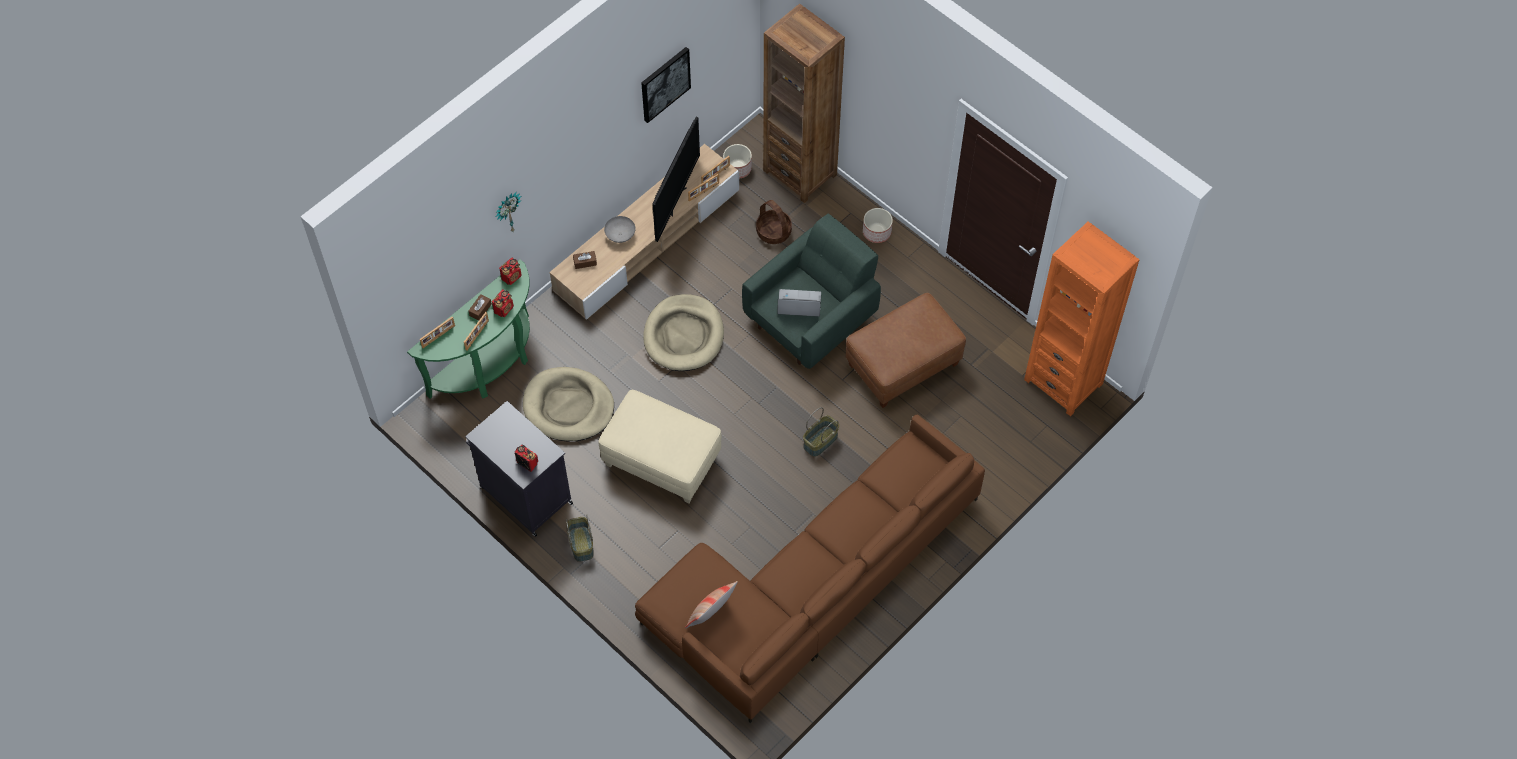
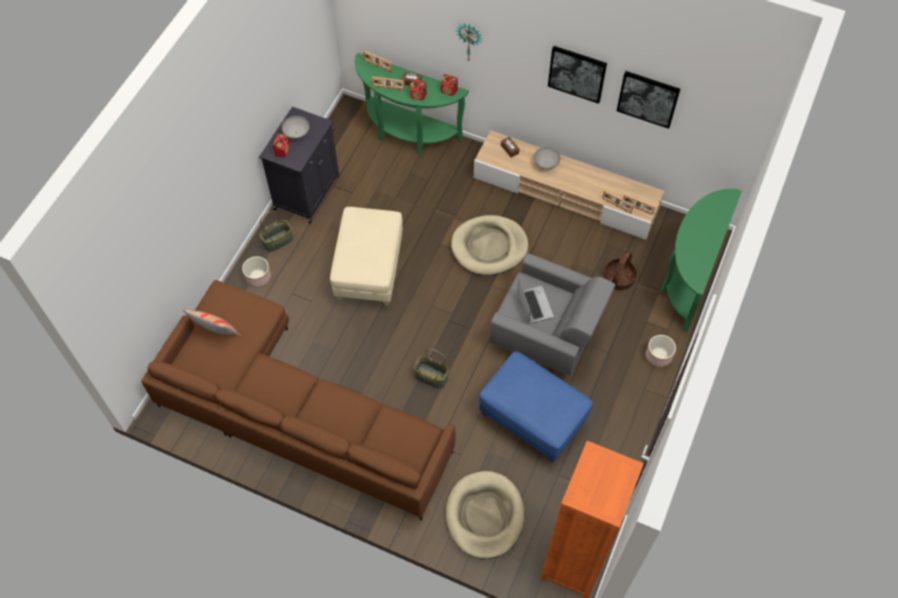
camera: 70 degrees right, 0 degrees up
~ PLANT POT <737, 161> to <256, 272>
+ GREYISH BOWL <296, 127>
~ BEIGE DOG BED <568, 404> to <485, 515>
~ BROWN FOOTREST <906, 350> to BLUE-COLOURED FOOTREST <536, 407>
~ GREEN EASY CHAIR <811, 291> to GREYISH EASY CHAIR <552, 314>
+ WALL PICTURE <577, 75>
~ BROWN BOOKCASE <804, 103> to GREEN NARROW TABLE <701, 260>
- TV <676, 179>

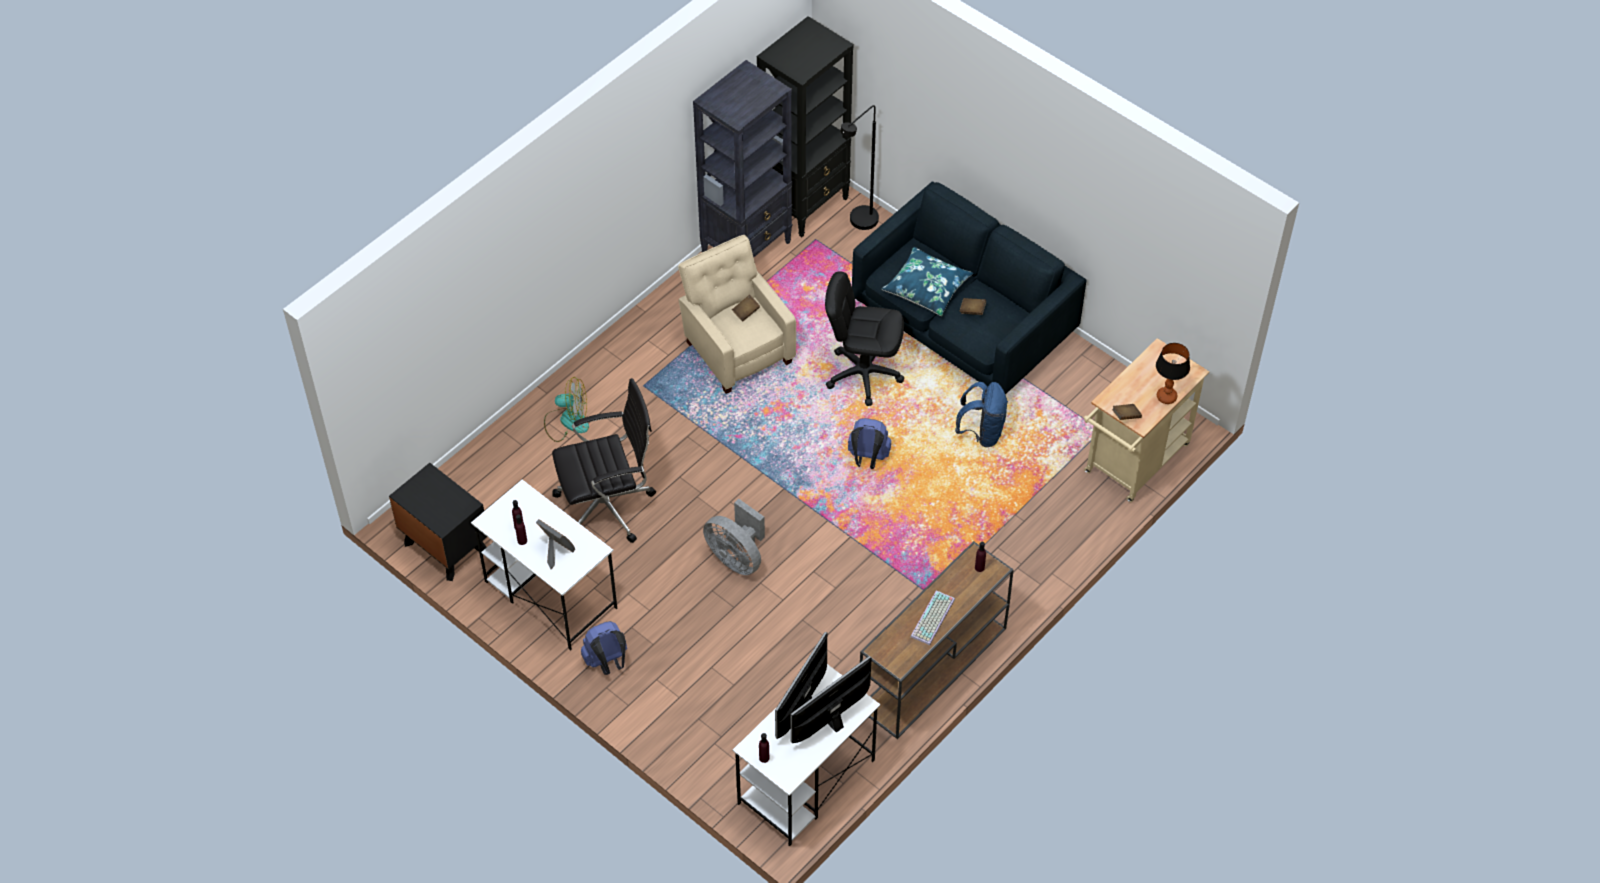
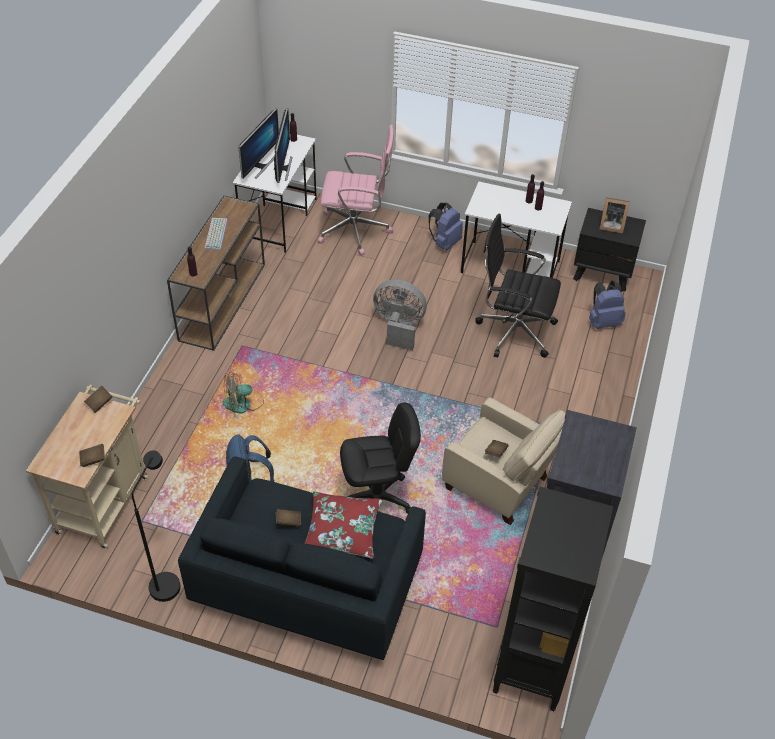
camera: 155 degrees right, 5 degrees down
+ BROWN VOLUME <92, 455>
~ BLACKISH FLOOR LAMP <859, 167> to <156, 526>
~ COOLING FAN <566, 409> to <243, 393>
~ BLUE-COLOURED CUSHION <927, 281> to RED-COLOURED CUSHION <343, 525>
+ PINK-COLOURED COMPUTER CHAIR <356, 190>
~ BLACKISH COMPUTER CHAIR <604, 460> = <518, 286> 60 degrees clockwise
~ BLUE-COLOURED RUCKSACK <869, 443> to <607, 304>
~ PHOTO FRAME <555, 544> to <614, 215>
- TABLE LAMP <1173, 373>

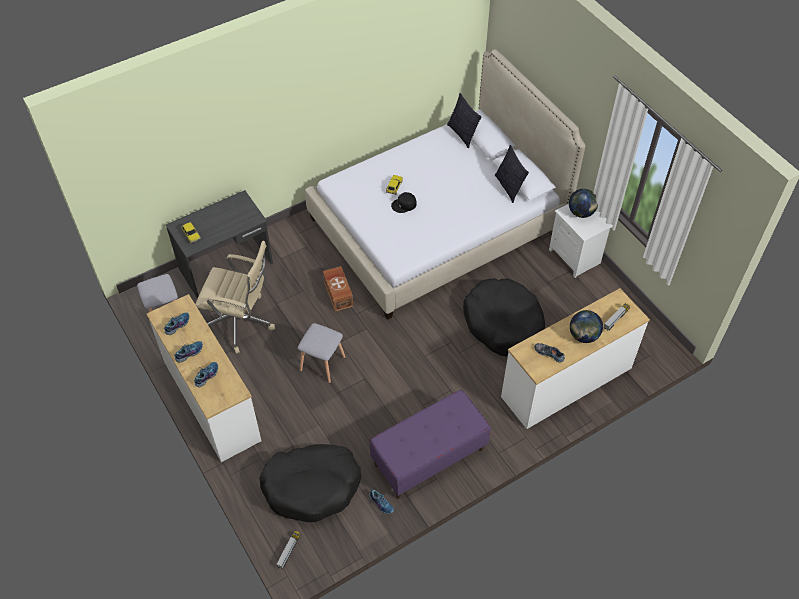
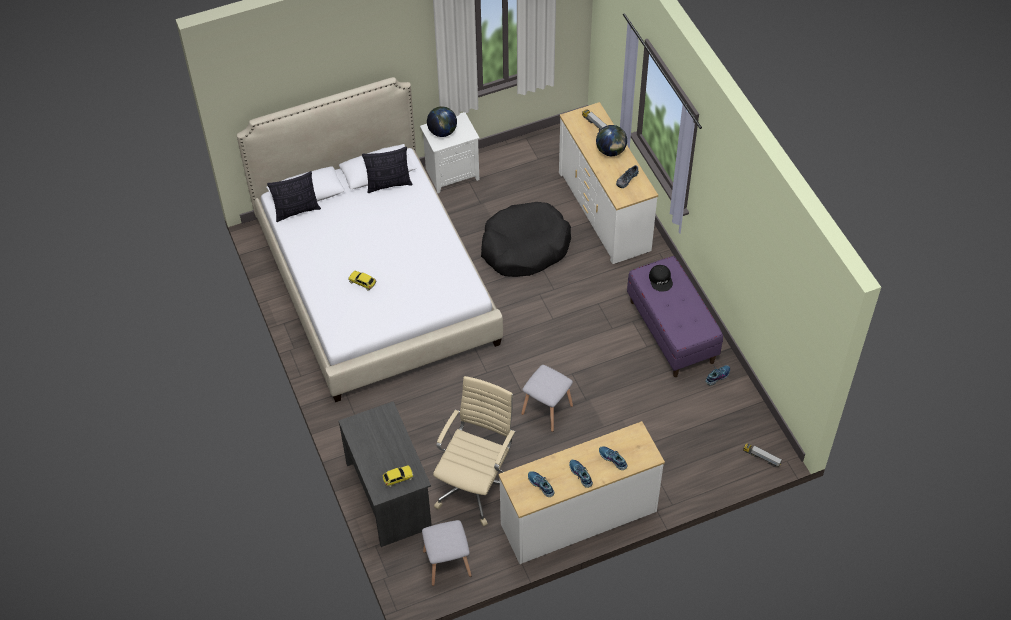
camera: 80 degrees left, 0 degrees up
~ BLACKISH PEAKED CAP <404, 202> to <661, 278>
- BLACKISH DOG BED <310, 483>
- BROWN STORAGE CONTAINER <338, 289>

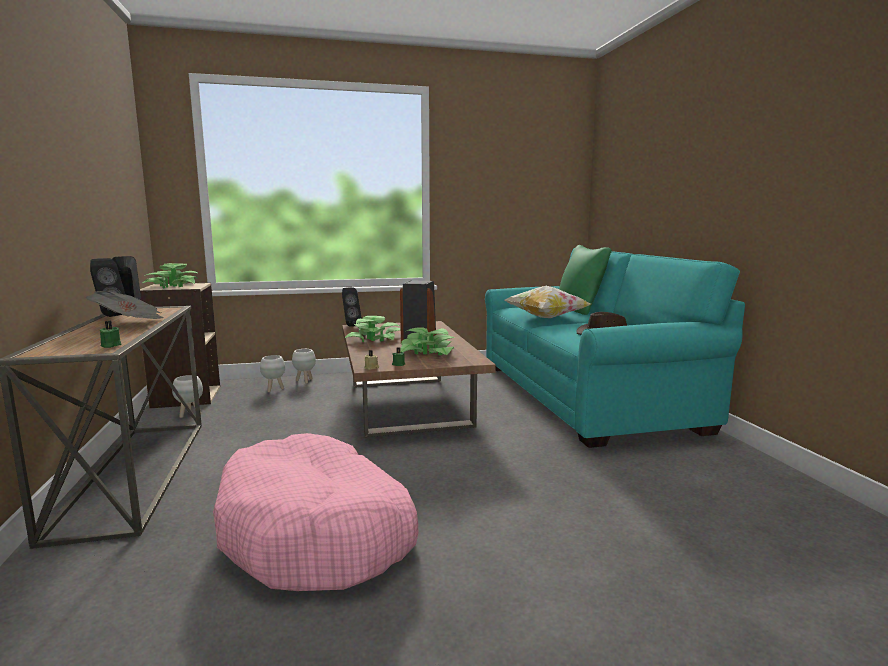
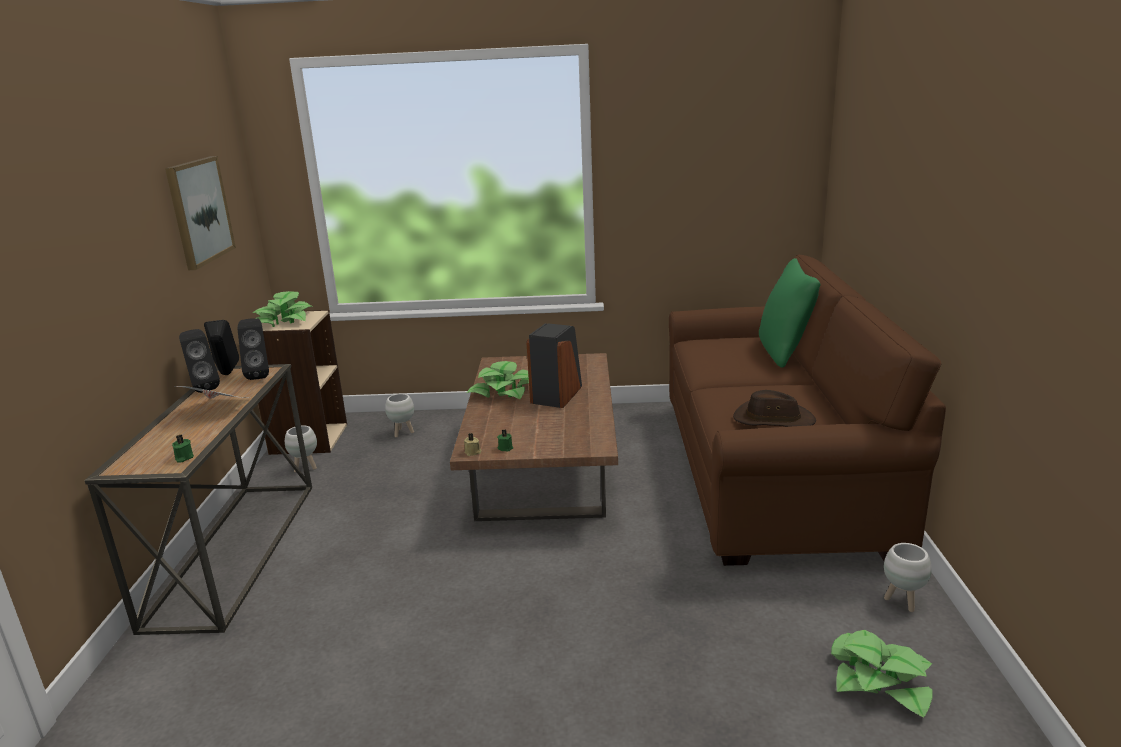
camera: 15 degrees right, 10 degrees up
+ WALL PICTURE <200, 213>
~ BLACKISH SPEAKER <352, 307> to <253, 349>
~ TURQUOISE COUCH <615, 348> to BROWN COUCH <807, 410>
~ POTTED PLANT <427, 341> to <882, 673>
~ WHITISH PLANT POT <304, 366> to <908, 577>
- PINK-COLOURED DOG BED <316, 512>
- CUSHION <547, 302>

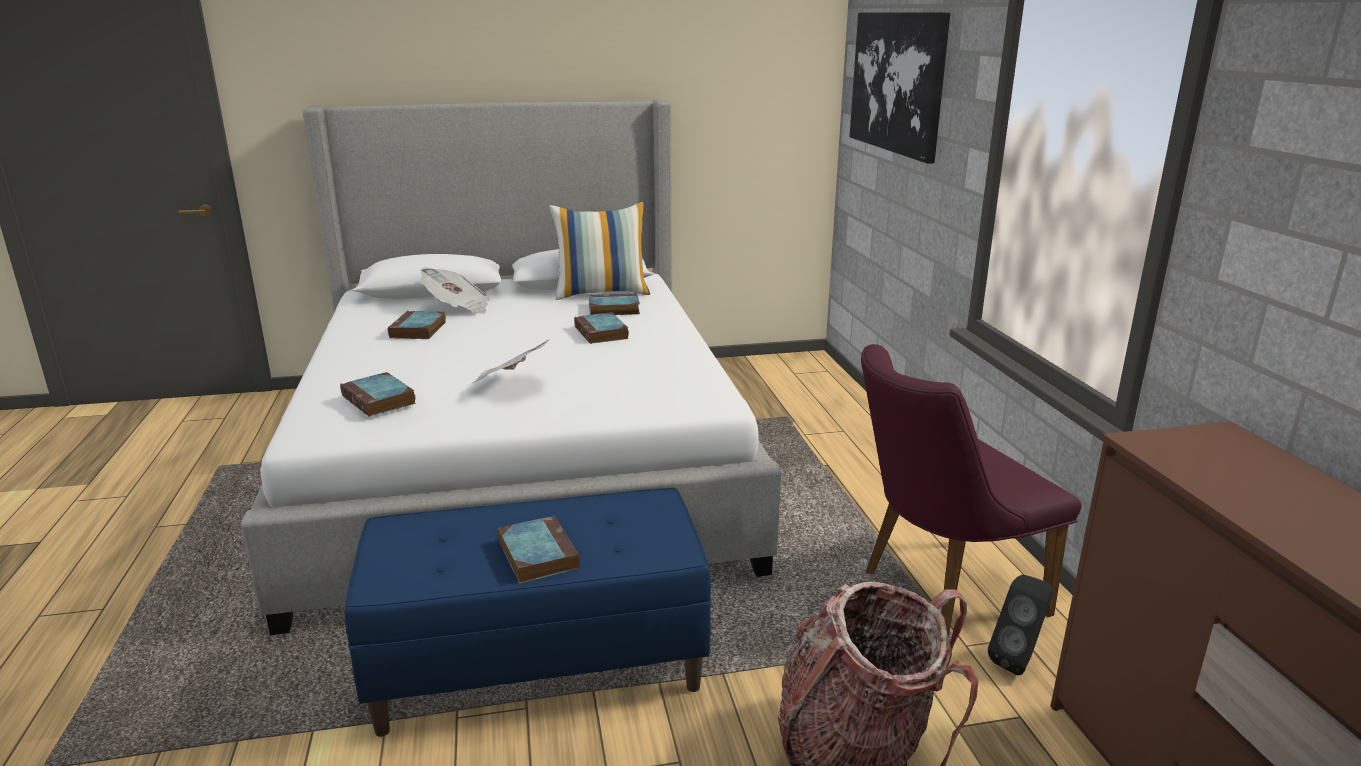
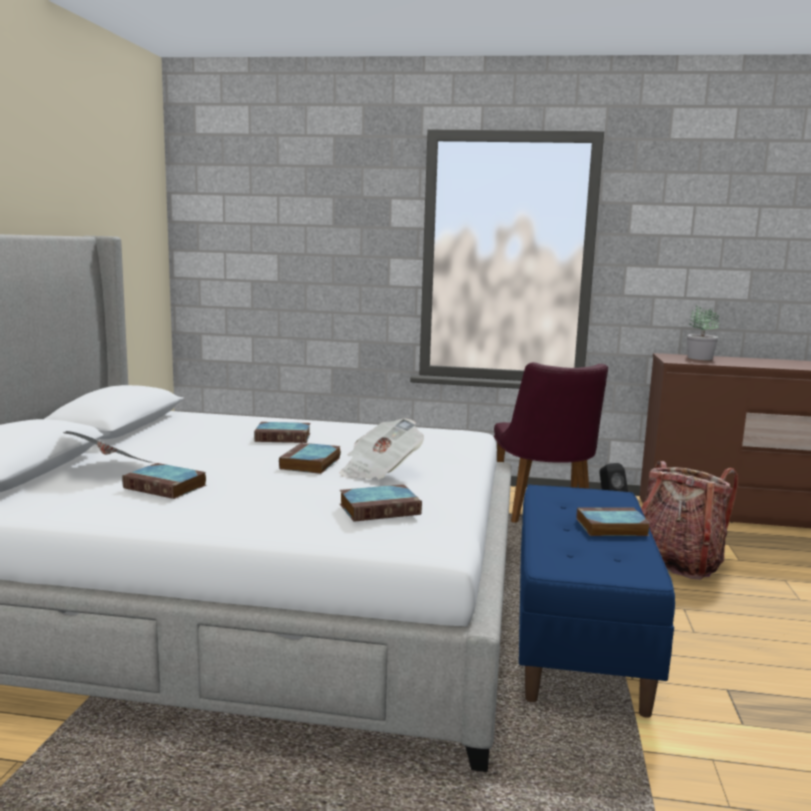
camera: 70 degrees left, 10 degrees down
~ VOLUME <614, 304> to <310, 458>
+ POTTED PLANT <703, 332>
- CUSHION <599, 251>
- WALL PICTURE <900, 88>

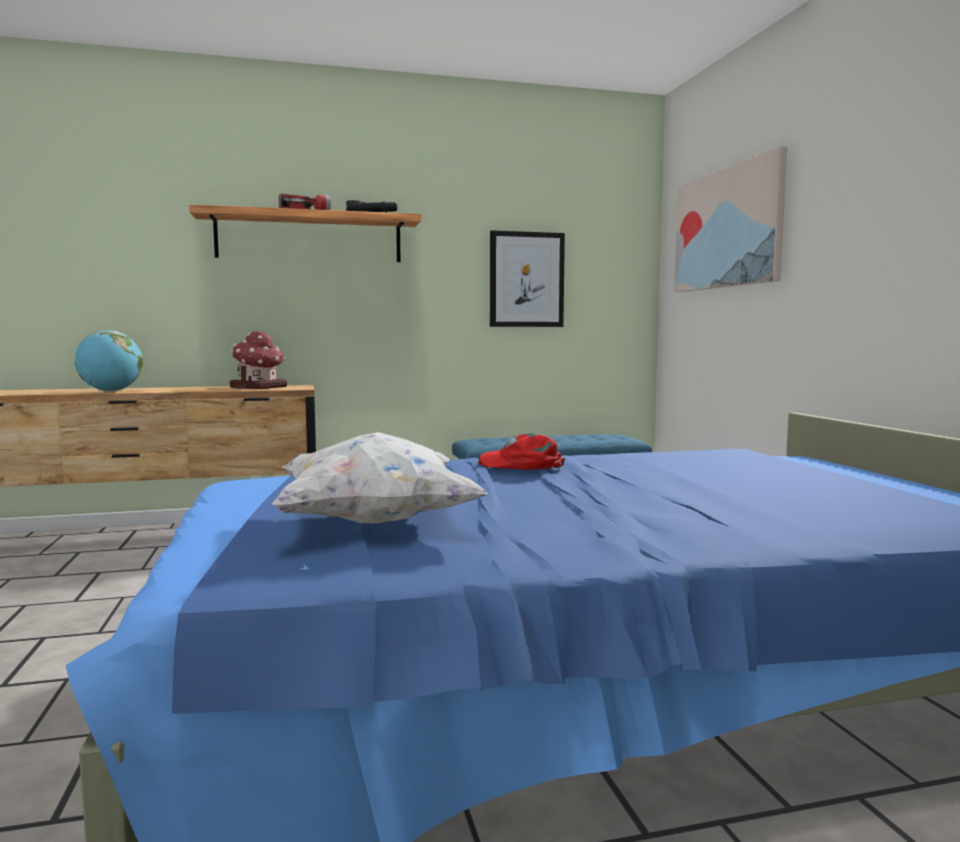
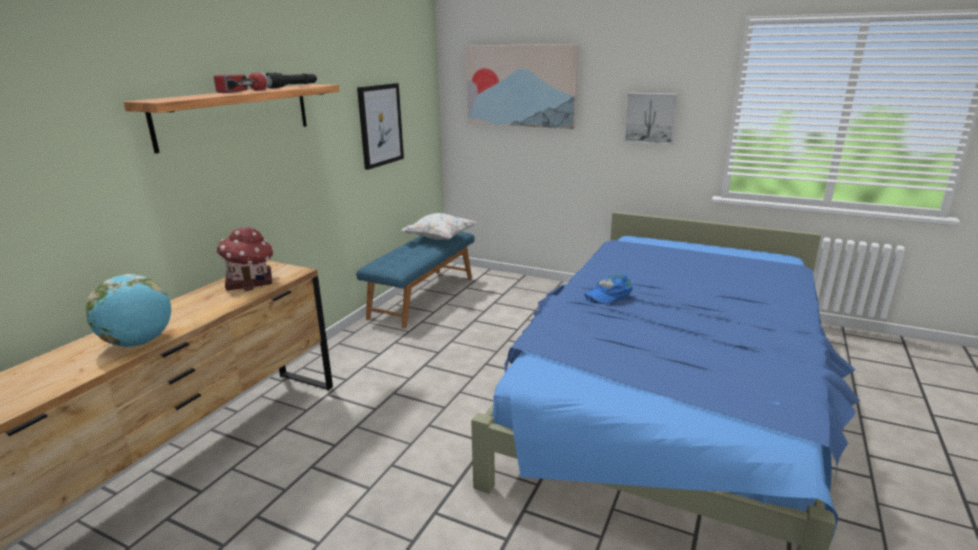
camera: 50 degrees left, 15 degrees up
~ WHITISH CUSHION <379, 478> to <439, 226>
~ RED-COLOURED PEAKED CAP <521, 451> to BLUE-COLOURED PEAKED CAP <608, 289>
+ WALL PICTURE <651, 119>

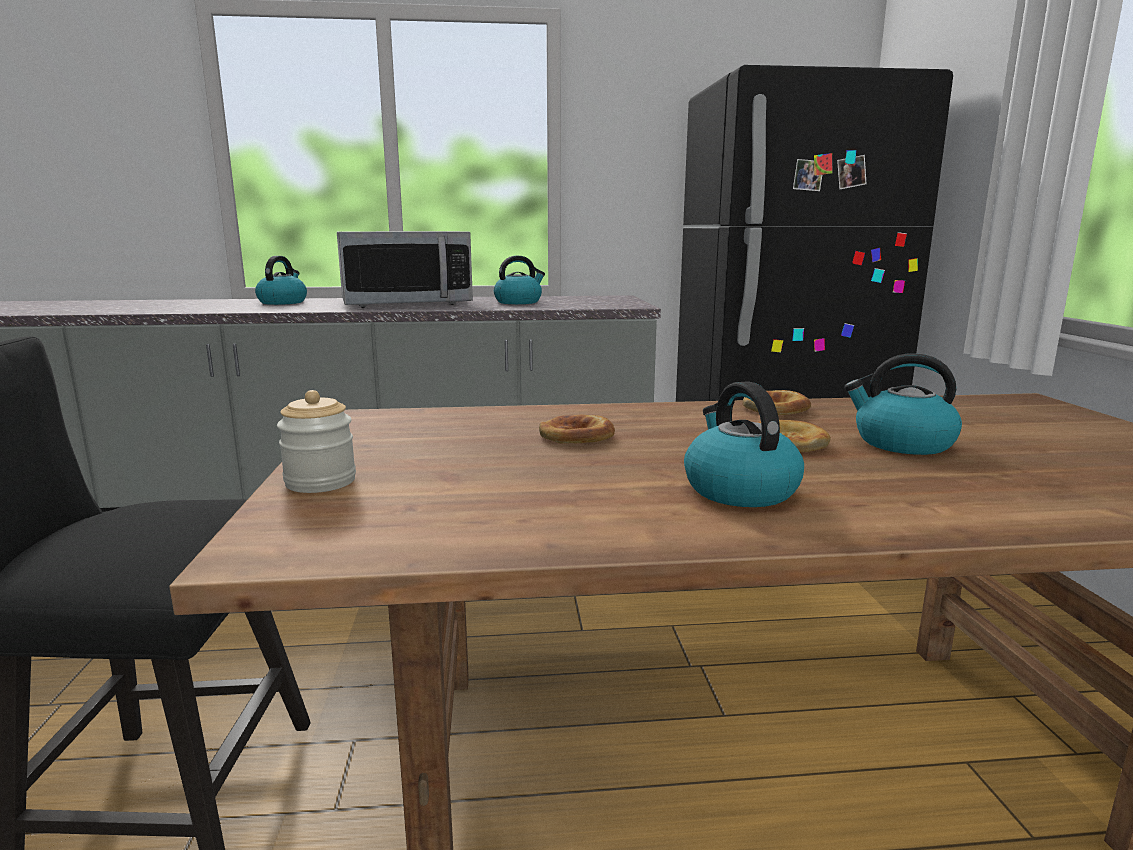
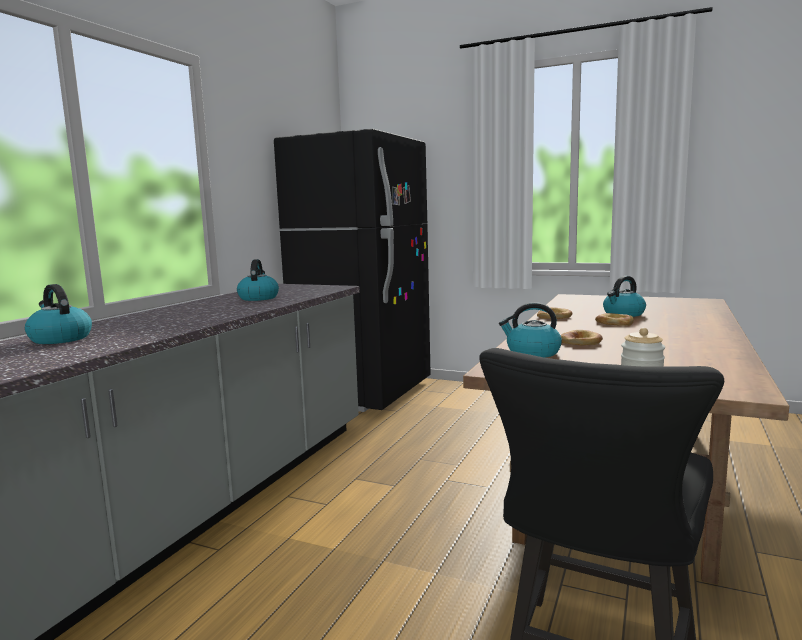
camera: 60 degrees left, 5 degrees down
~ KETTLE <744, 444> to <530, 330>
- KITCHEN MICROWAVE <405, 269>

